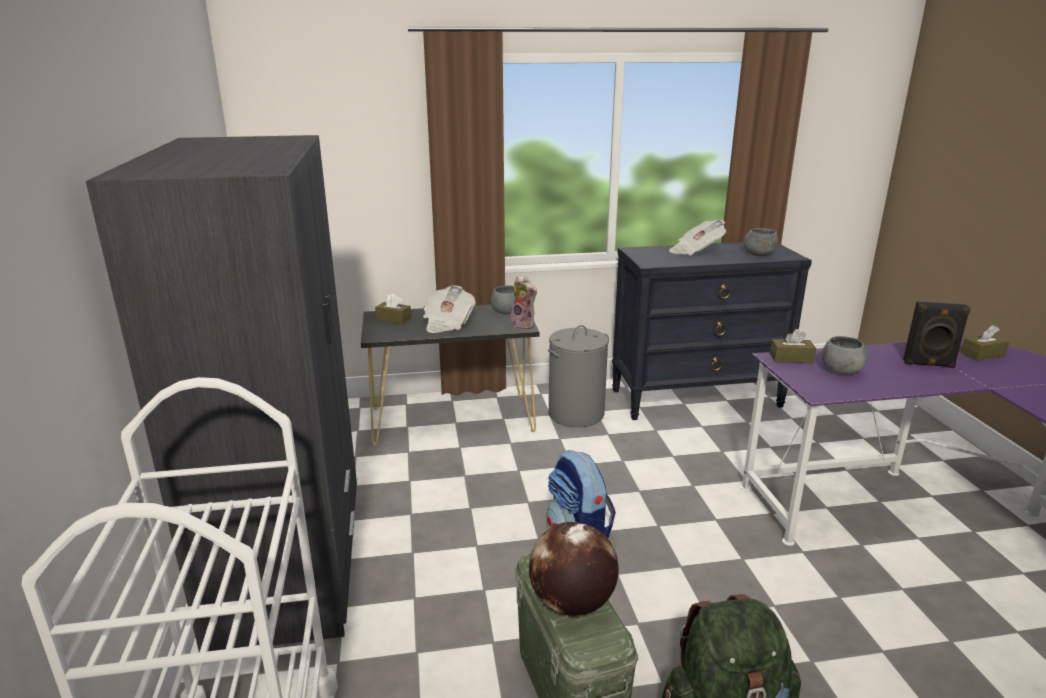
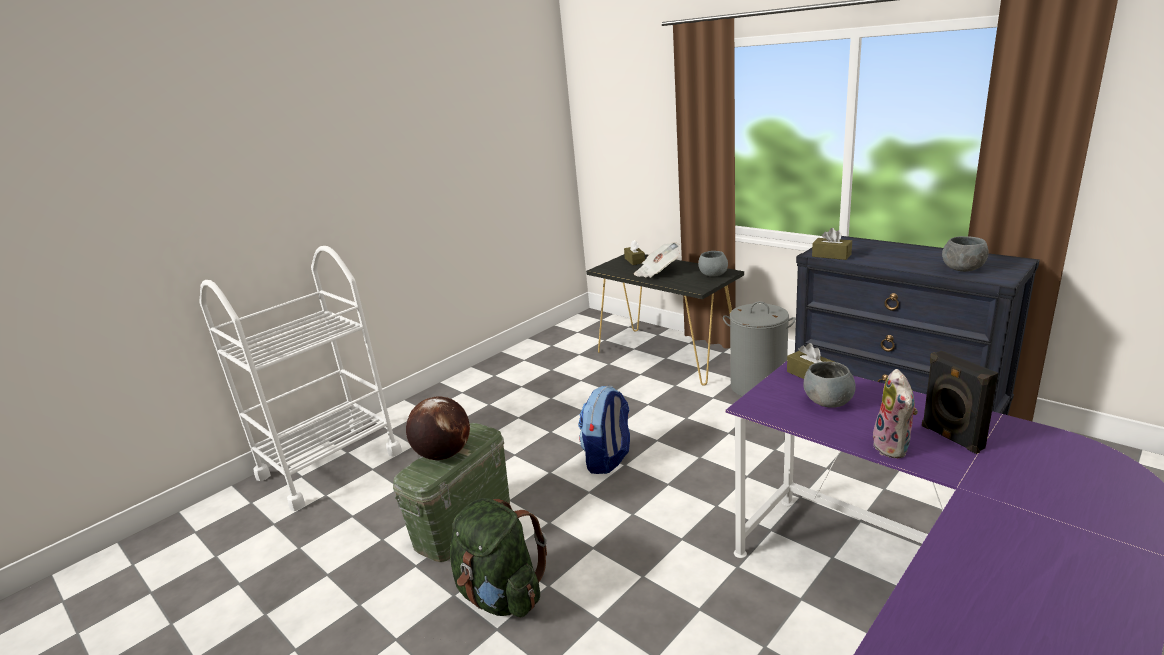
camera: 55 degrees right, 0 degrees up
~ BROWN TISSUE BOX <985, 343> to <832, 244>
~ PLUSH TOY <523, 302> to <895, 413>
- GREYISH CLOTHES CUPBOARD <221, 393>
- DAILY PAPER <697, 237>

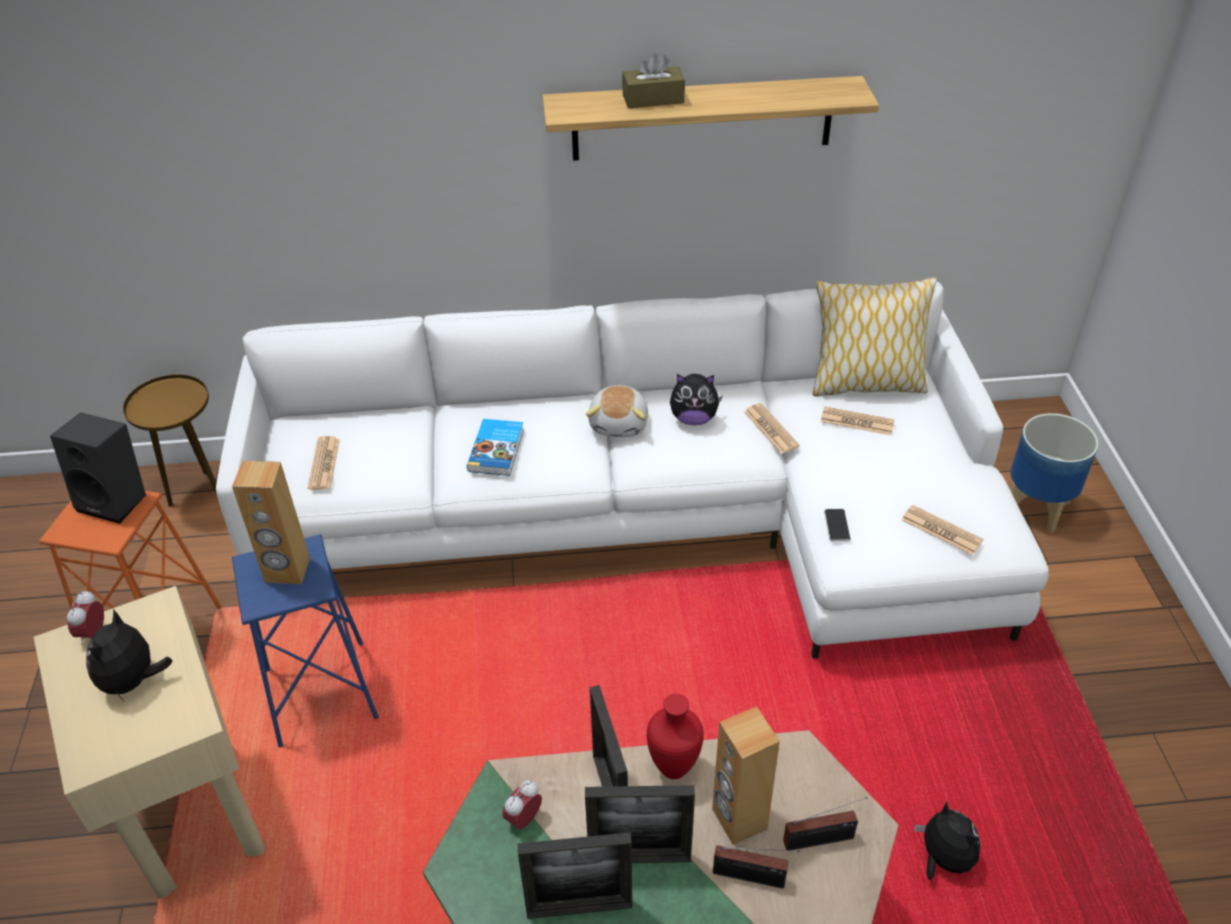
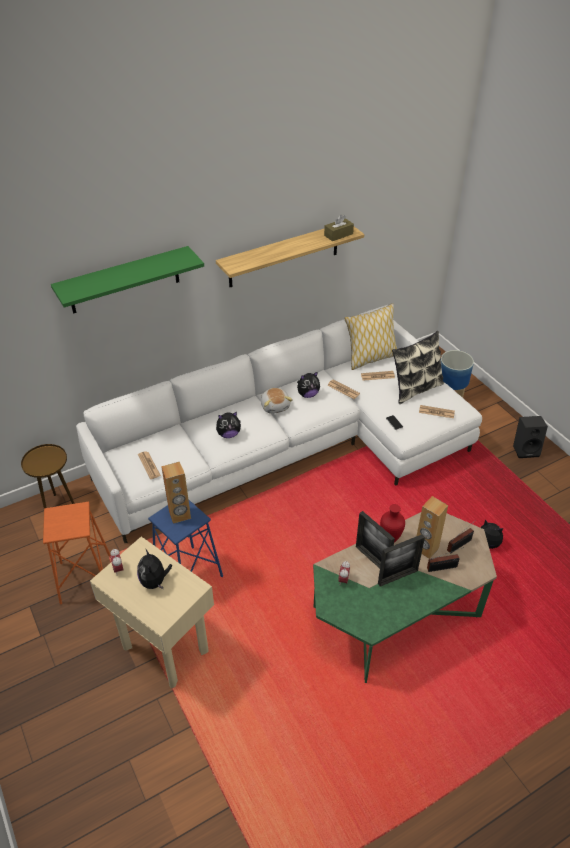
camera: 25 degrees left, 0 degrees up
+ GREEN SHELF <127, 280>
~ VOLUME <495, 447> to PLUSH TOY <228, 425>
~ BROWN TISSUE BOX <653, 80> to <339, 228>
+ CUSHION <418, 367>
~ BLACKISH SPEAKER <98, 468> to <530, 437>
- PHOTO FRAME <575, 875>

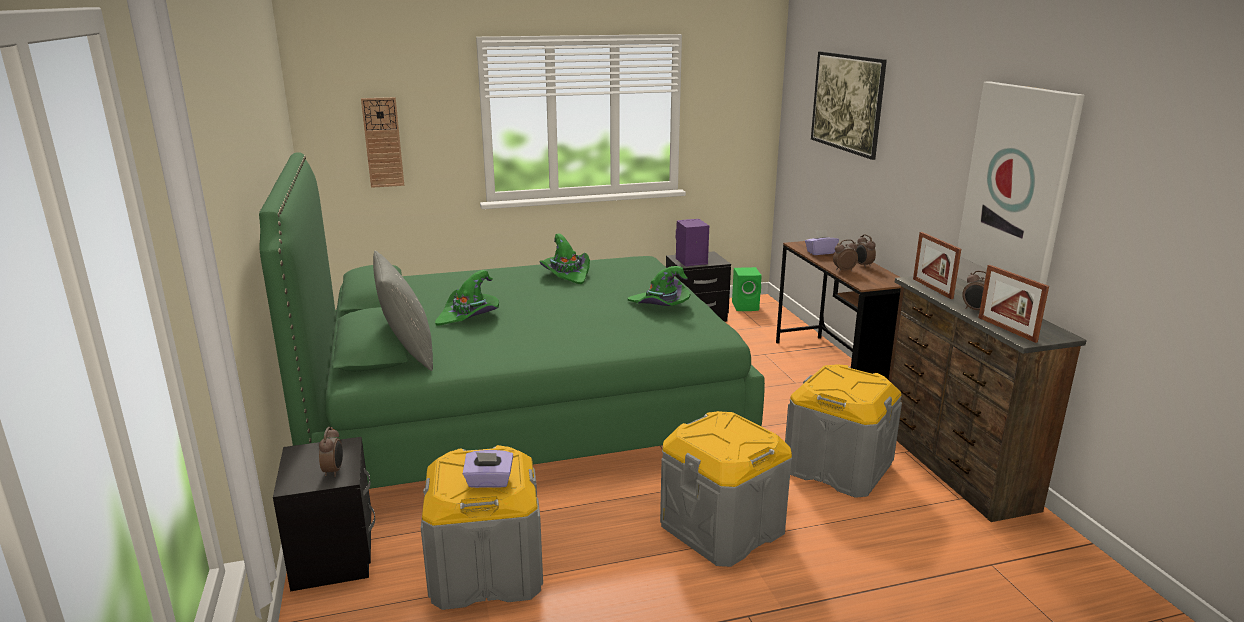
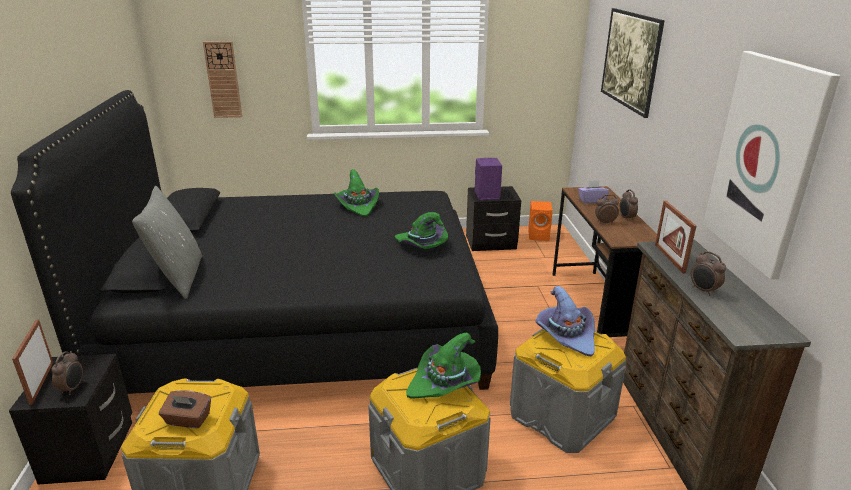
camera: 10 degrees right, 5 degrees up
~ GREEN BEDROOM BED <512, 320> to BLACKISH BEDROOM BED <254, 242>
~ PHOTO FRAME <1013, 304> to <32, 362>
~ PURPLE TISSUE BOX <488, 469> to BROWN TISSUE BOX <185, 409>
~ GREEN HAT <467, 298> to <443, 366>
~ GREEN SPEAKER <747, 289> to ORANGE-COLOURED SPEAKER <540, 221>
+ PURPLE HAT <565, 321>

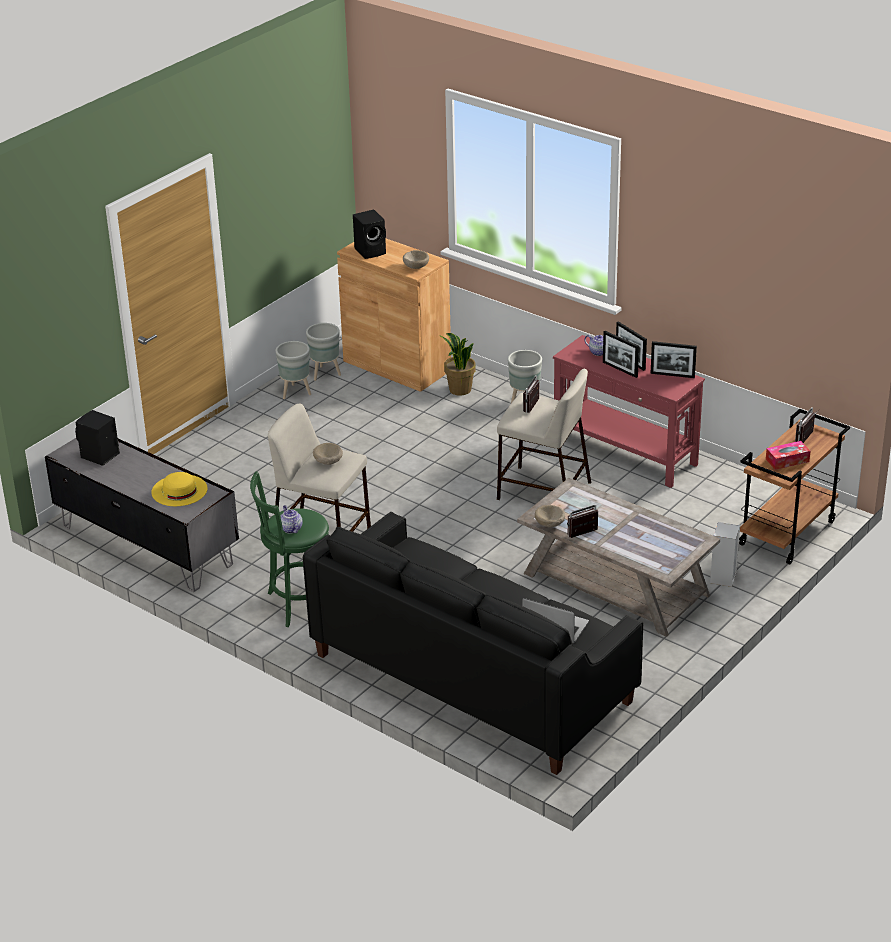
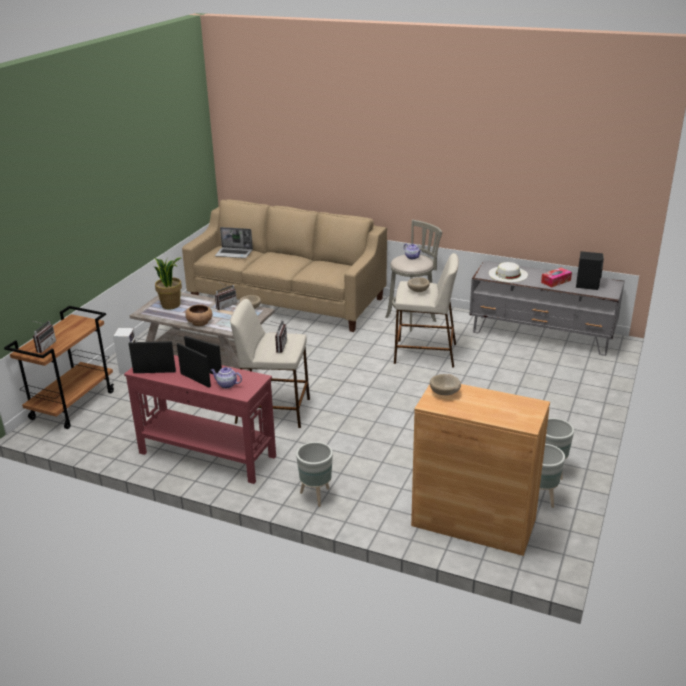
camera: 165 degrees right, 5 degrees down
~ POTTED PLANT <458, 364> to <168, 284>
~ BLACKISH COUCH <473, 643> to BEIGE COUCH <284, 265>
+ BROWN BOWL <199, 315>
~ GREEN SITTING STOOL <289, 549> to GREYISH SITTING STOOL <413, 275>
~ YELLOW-COLOURED HAT <179, 489> to WHITISH HAT <508, 272>
~ TISSUE BOX <788, 455> to <556, 277>
- BLACKISH SPEAKER <369, 234>

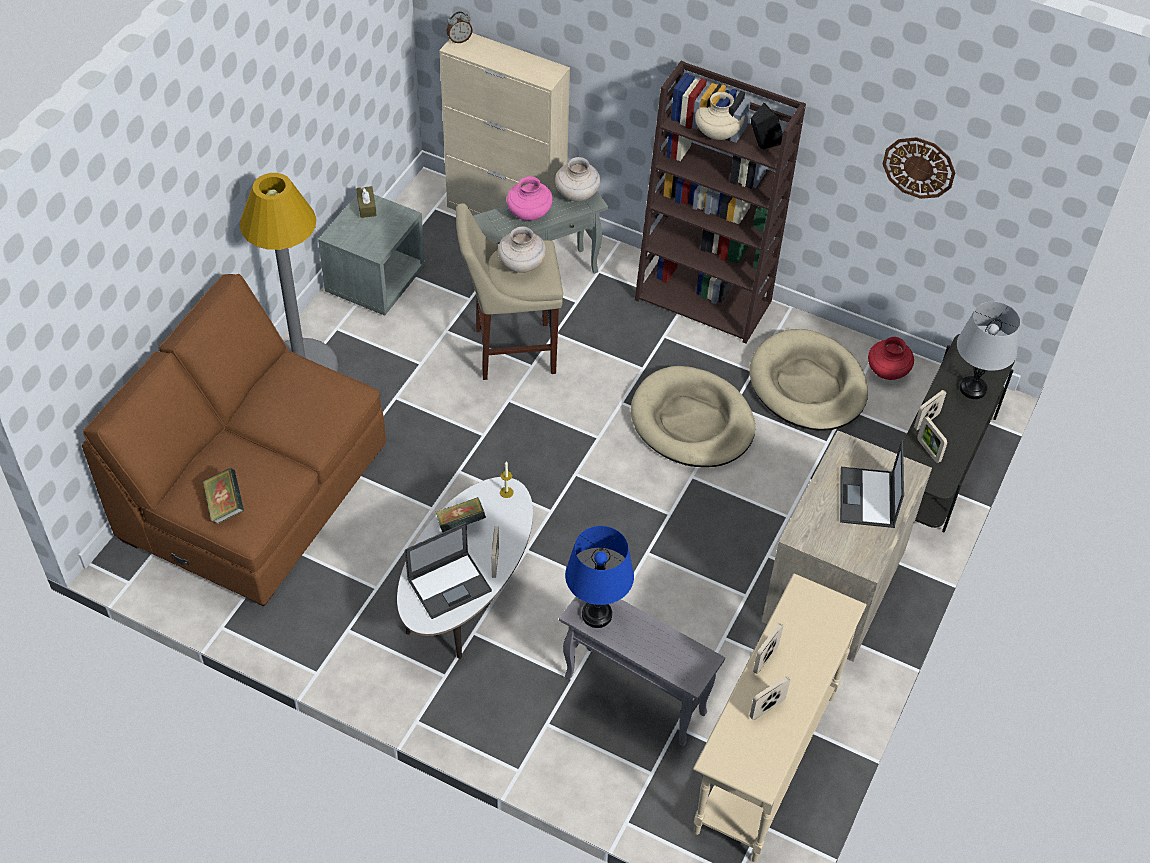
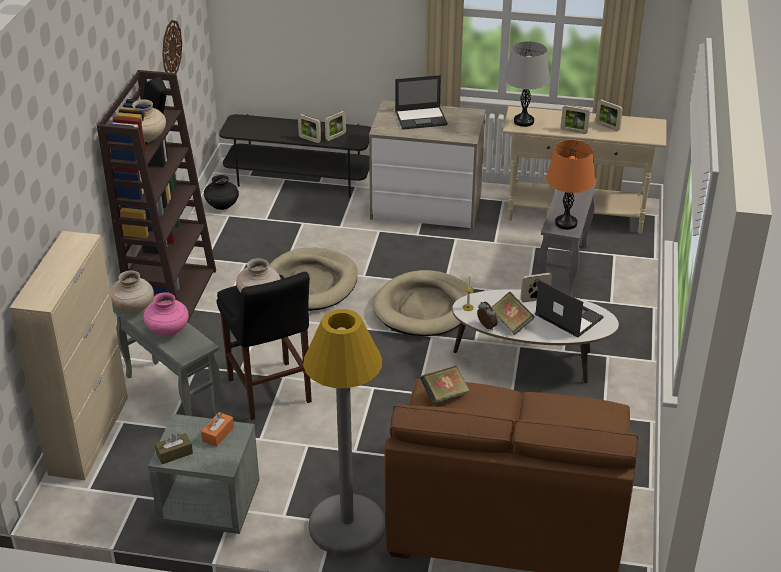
camera: 105 degrees left, 15 degrees down
+ ORANGE-COLOURED TISSUE BOX <217, 429>
~ RED-COLOURED DECORATIVE VASE <891, 358> to BLACKISH DECORATIVE VASE <221, 192>
~ BEIGE SITTING STOOL <509, 291> to BLACKISH SITTING STOOL <264, 346>
~ BEIGE DOG BED <808, 380> to <423, 303>
~ VOLUME <223, 496> to <445, 385>
~ TABLE CLOCK <459, 27> to <487, 316>
~ GREYISH TABLE LAMP <988, 350> to <527, 84>
~ BLUE-COLOURED TABLE LAMP <599, 577> to ORANGE-COLOURED TABLE LAMP <570, 185>

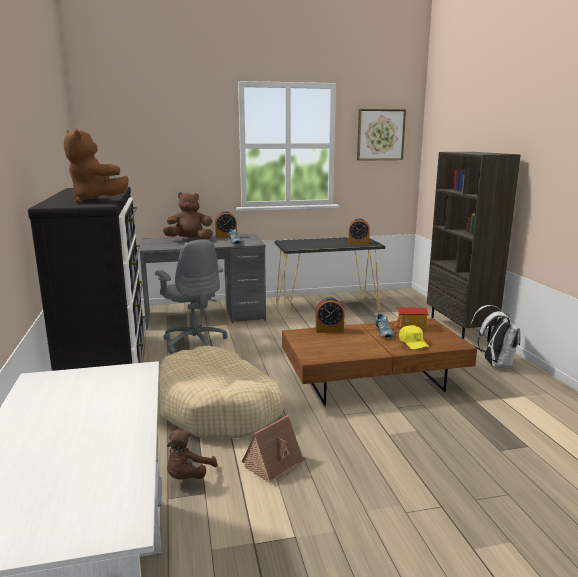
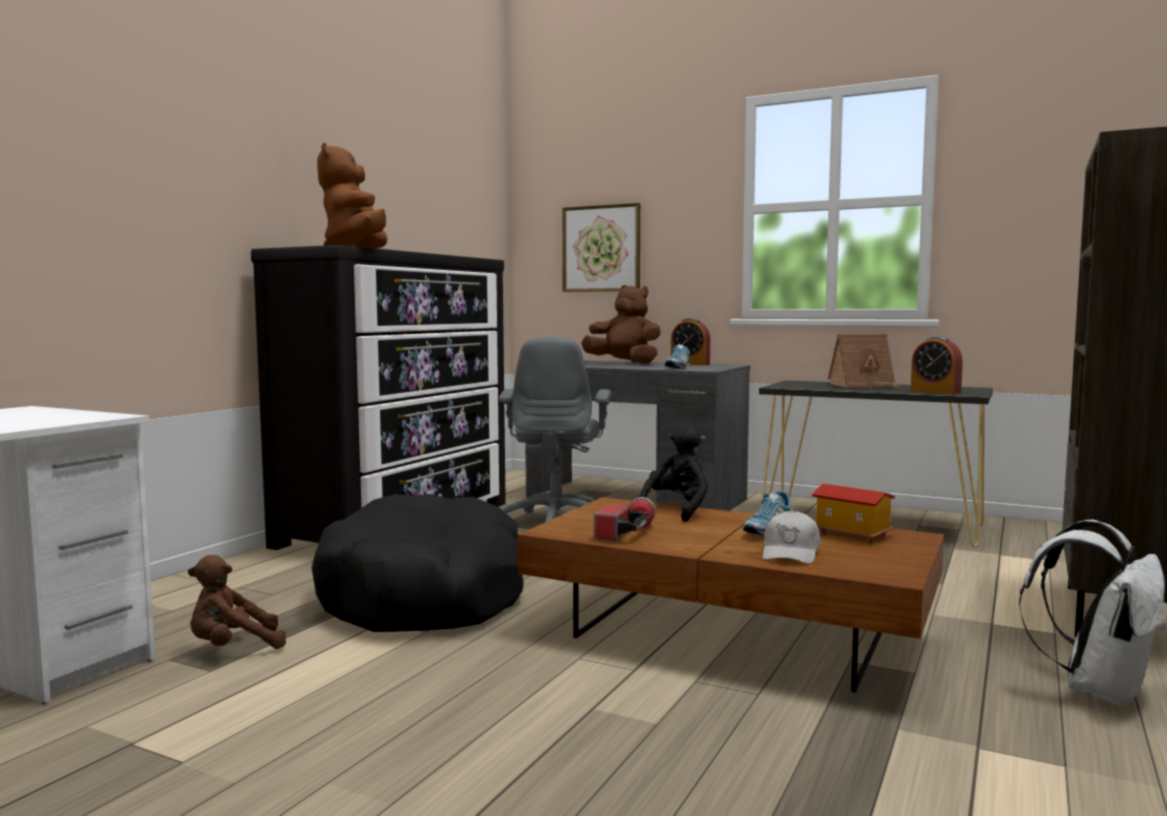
camera: 40 degrees right, 10 degrees down
~ BEIGE DOG BED <221, 392> to BLACKISH DOG BED <418, 563>
~ WALL PICTURE <381, 135> to <601, 247>
+ HAND TORCH <625, 519>
~ TABLE CLOCK <330, 315> to BLACKISH PLUSH TOY <673, 473>
~ YELLOW-COLOURED PEAKED CAP <414, 337> to WHITISH PEAKED CAP <791, 537>
~ MINIATURE HOUSE <274, 449> to <865, 361>

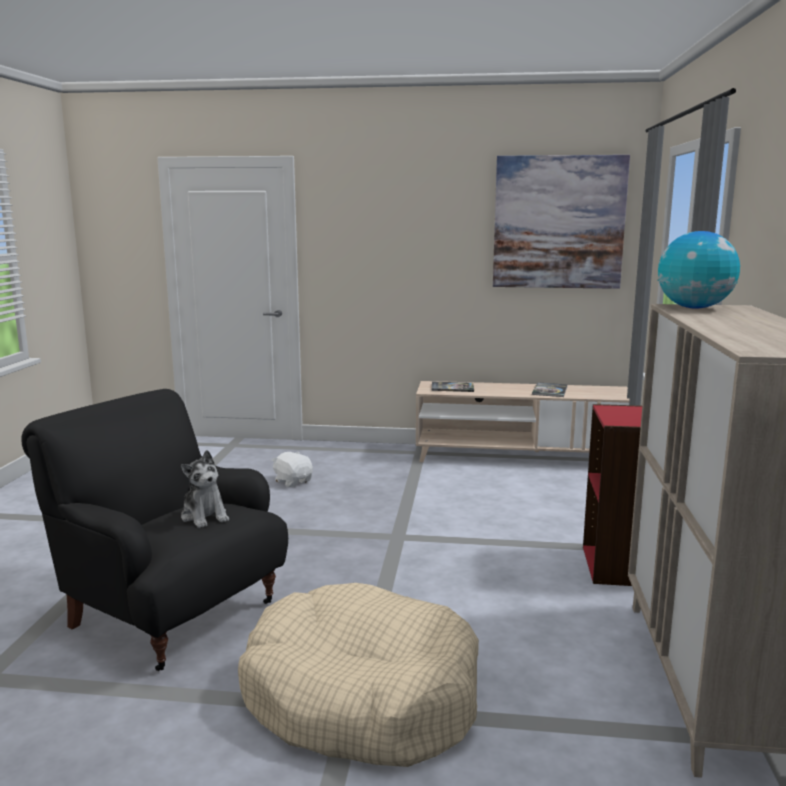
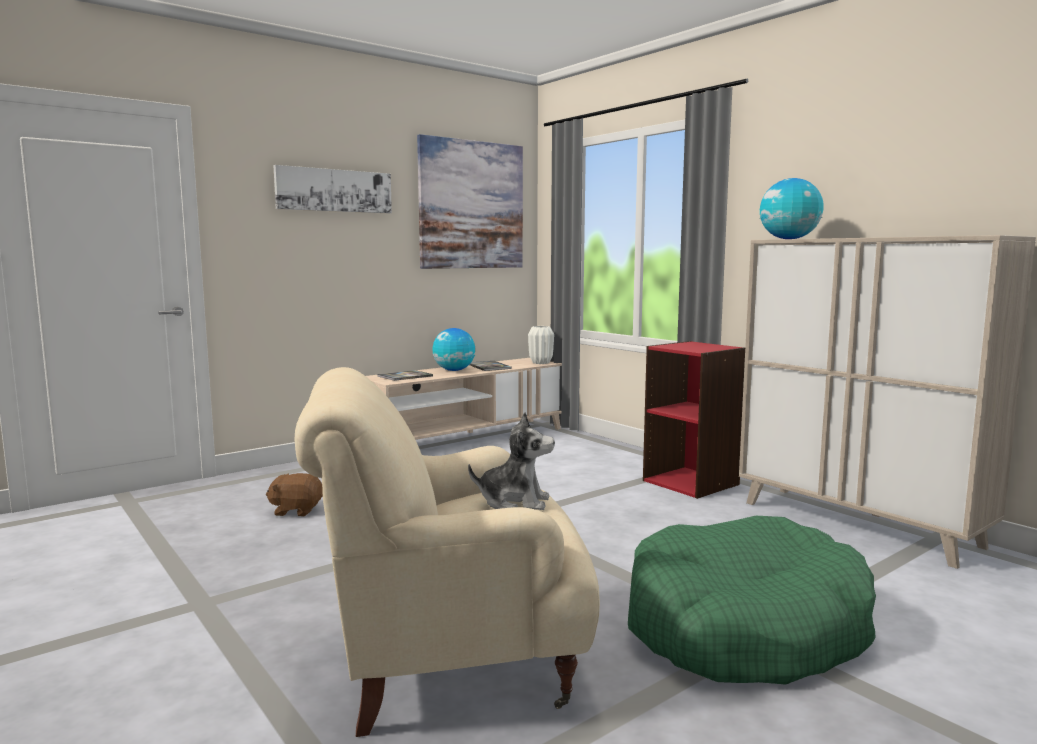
camera: 45 degrees left, 5 degrees down
~ WHITISH PLUSH TOY <292, 469> to BROWN PLUSH TOY <294, 494>
+ WALL PICTURE <332, 189>
~ BLACKISH EASY CHAIR <154, 530> to BEIGE EASY CHAIR <447, 552>
+ WORLD GLOBE <453, 349>
+ WHITISH DECORATIVE VASE <541, 345>
~ BEIGE DOG BED <358, 675> to GREEN DOG BED <752, 600>

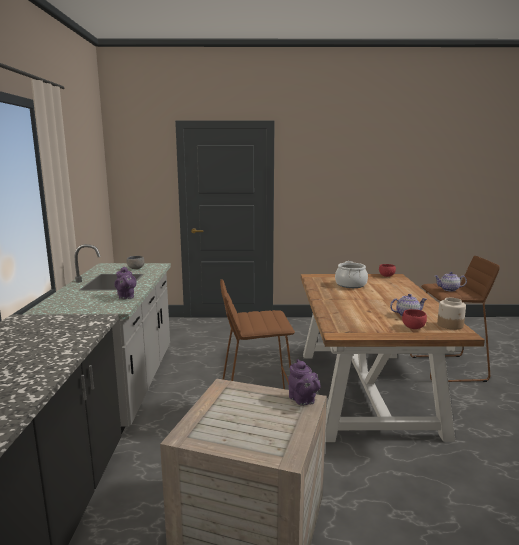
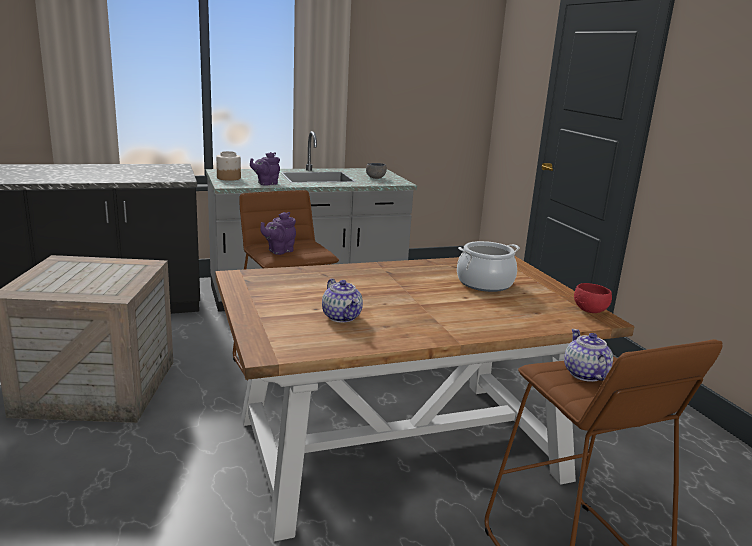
camera: 70 degrees right, 5 degrees up
~ JAR <451, 314> to <228, 166>
~ PURPLE TEA POT <304, 382> to <278, 233>
- RED-COLOURED BOWL <414, 319>

